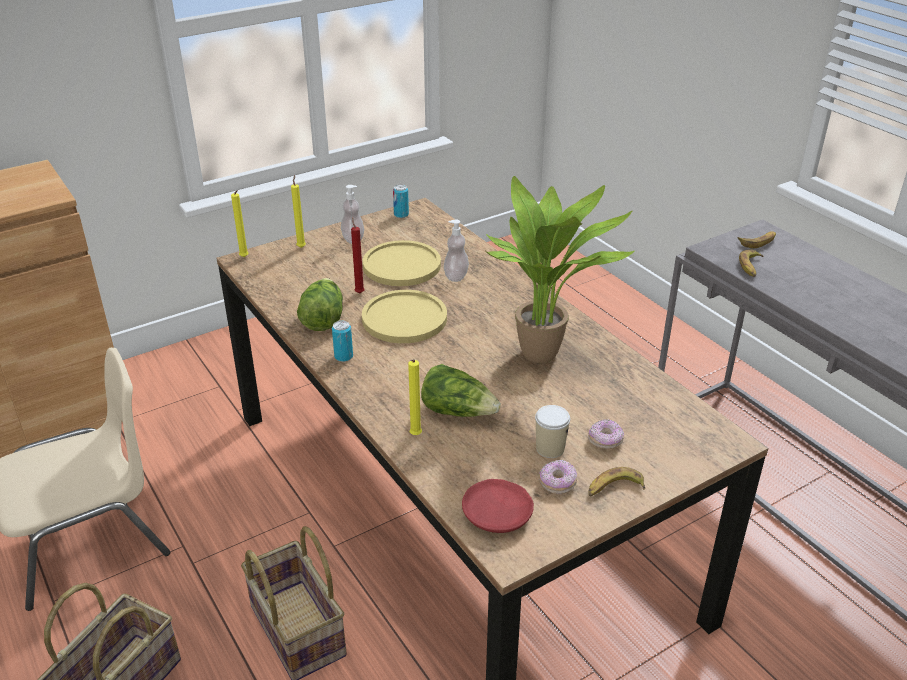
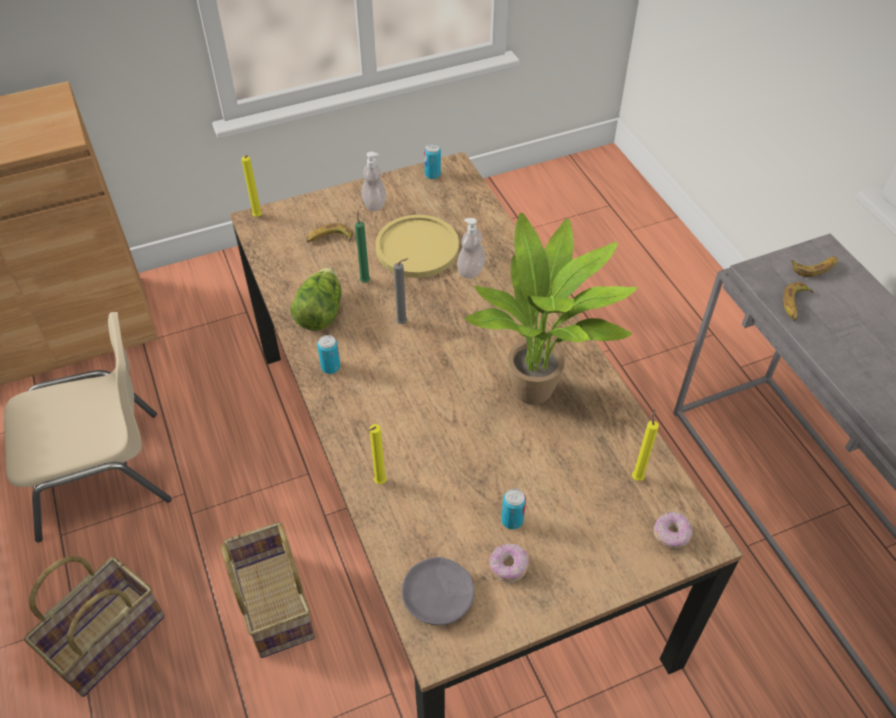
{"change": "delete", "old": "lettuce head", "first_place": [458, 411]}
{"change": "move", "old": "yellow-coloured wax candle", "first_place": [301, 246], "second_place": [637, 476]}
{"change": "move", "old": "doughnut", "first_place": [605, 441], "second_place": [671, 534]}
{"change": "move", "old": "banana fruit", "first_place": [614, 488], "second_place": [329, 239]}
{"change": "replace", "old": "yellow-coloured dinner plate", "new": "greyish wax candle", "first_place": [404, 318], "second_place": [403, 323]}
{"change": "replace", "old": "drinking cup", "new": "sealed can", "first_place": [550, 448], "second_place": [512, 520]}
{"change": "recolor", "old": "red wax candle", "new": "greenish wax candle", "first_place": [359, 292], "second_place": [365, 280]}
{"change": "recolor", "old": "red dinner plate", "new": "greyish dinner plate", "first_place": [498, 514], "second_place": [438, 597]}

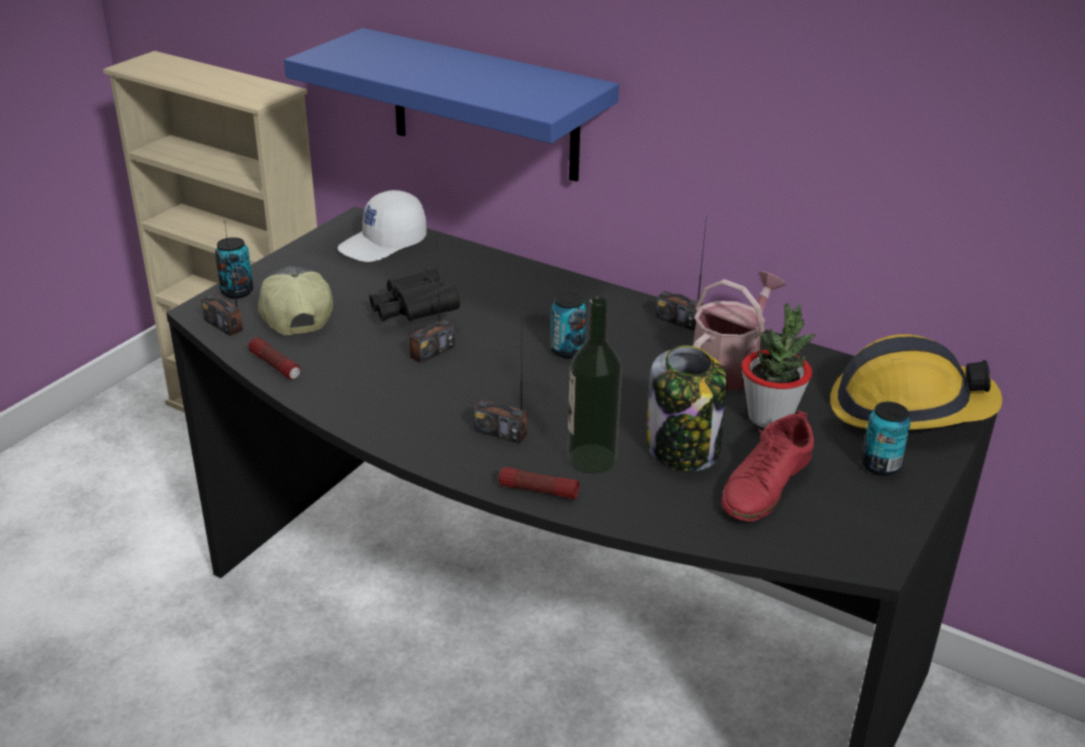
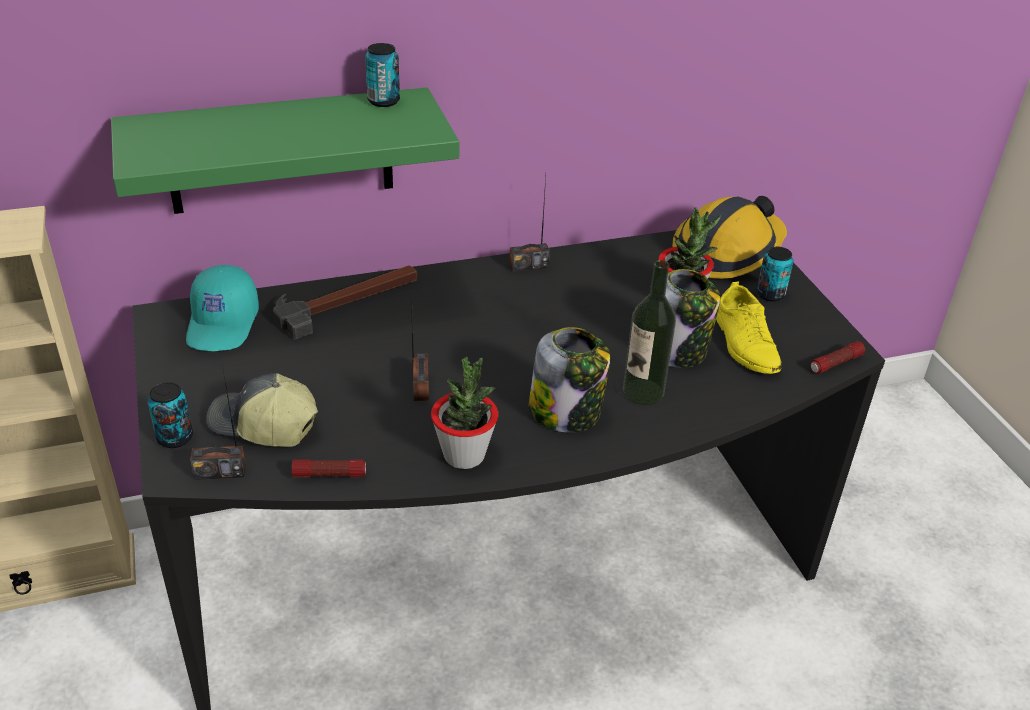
{"change": "delete", "old": "black-coloured binoculars", "first_place": [414, 313]}
{"change": "delete", "old": "watering can", "first_place": [729, 366]}
{"change": "insert", "new": "hand hammer", "second_place": [348, 301]}
{"change": "insert", "new": "plant in a pot", "second_place": [464, 455]}
{"change": "move", "old": "hand torch", "first_place": [538, 491], "second_place": [835, 364]}
{"change": "move", "old": "sealed can", "first_place": [567, 350], "second_place": [383, 101]}
{"change": "replace", "old": "radio receiver", "new": "preserve jar", "first_place": [500, 432], "second_place": [566, 412]}
{"change": "recolor", "old": "blue-coloured wall shelf", "new": "greenish wall shelf", "first_place": [484, 106], "second_place": [281, 151]}
{"change": "recolor", "old": "white cap", "new": "turquoise-coloured cap", "first_place": [383, 244], "second_place": [224, 324]}
{"change": "recolor", "old": "red shoe", "new": "yellow-coloured shoe", "first_place": [766, 484], "second_place": [745, 343]}

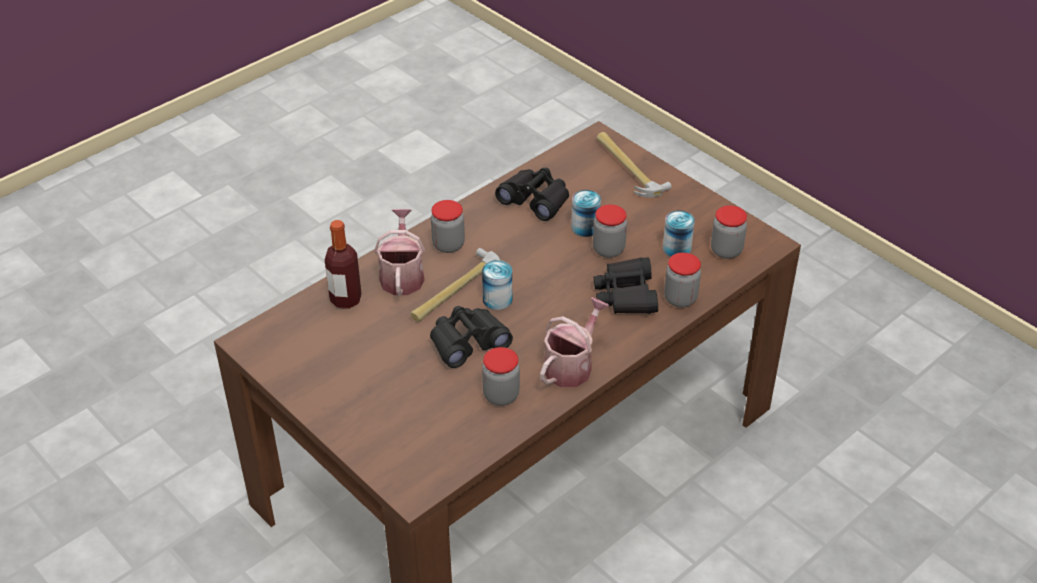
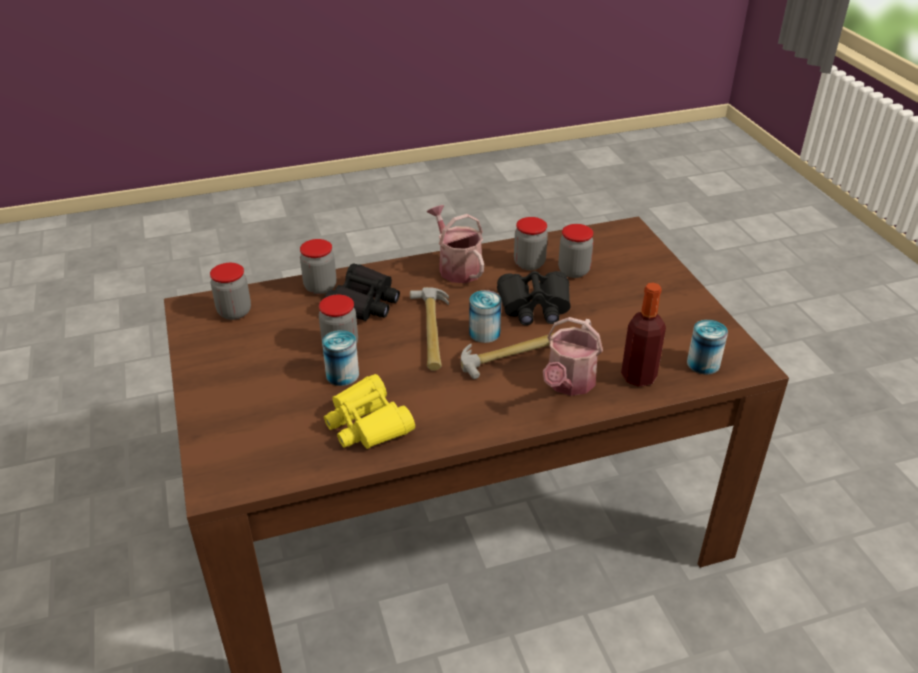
{"change": "move", "old": "preserve jar", "first_place": [448, 245], "second_place": [573, 271]}
{"change": "move", "old": "hand hammer", "first_place": [628, 167], "second_place": [431, 331]}
{"change": "move", "old": "sealed can", "first_place": [676, 248], "second_place": [703, 363]}
{"change": "recolor", "old": "black-coloured binoculars", "new": "yellow-coloured binoculars", "first_place": [535, 200], "second_place": [367, 423]}
{"change": "rotate", "old": "watering can", "first_place": [571, 365], "second_place": [457, 267], "degrees": 90}

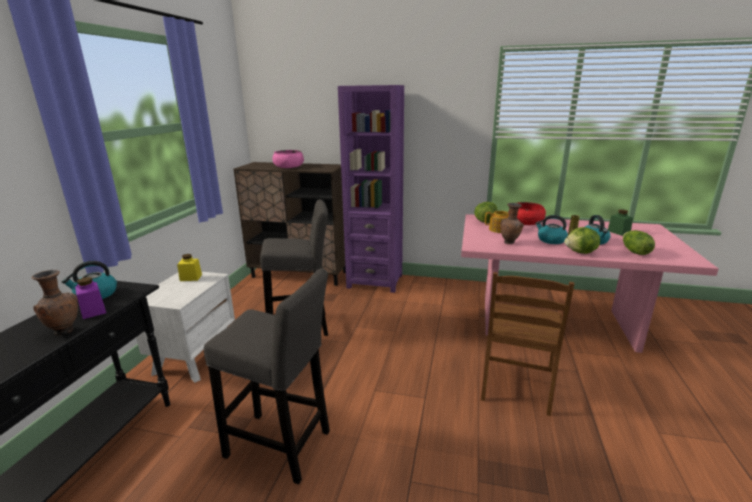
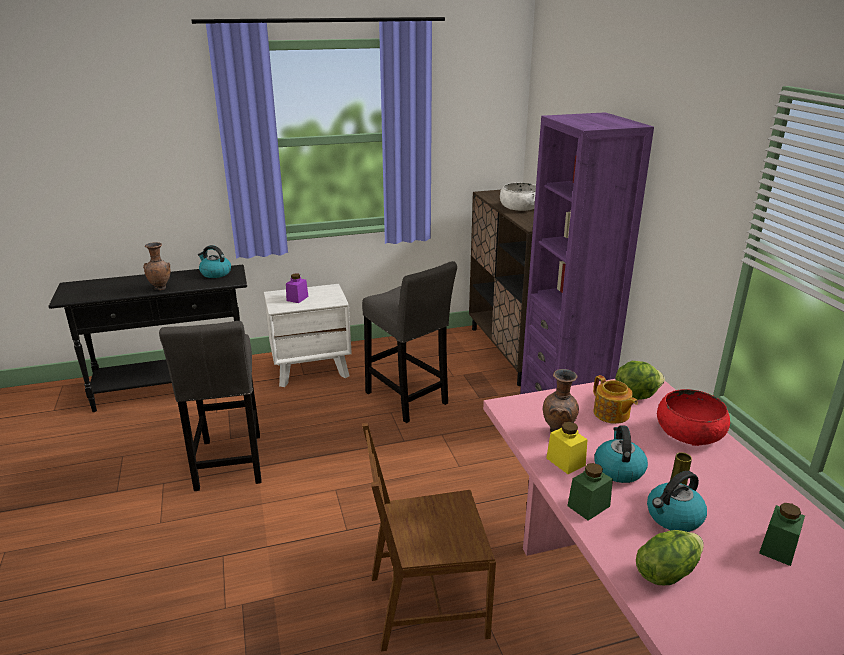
{"change": "move", "old": "purplish preserve jar", "first_place": [93, 311], "second_place": [297, 298]}
{"change": "move", "old": "yellow-coloured preserve jar", "first_place": [191, 278], "second_place": [565, 462]}
{"change": "replace", "old": "lettuce head", "new": "greenish preserve jar", "first_place": [581, 252], "second_place": [588, 506]}
{"change": "recolor", "old": "pink-coloured deep dish", "new": "white deep dish", "first_place": [288, 166], "second_place": [520, 207]}

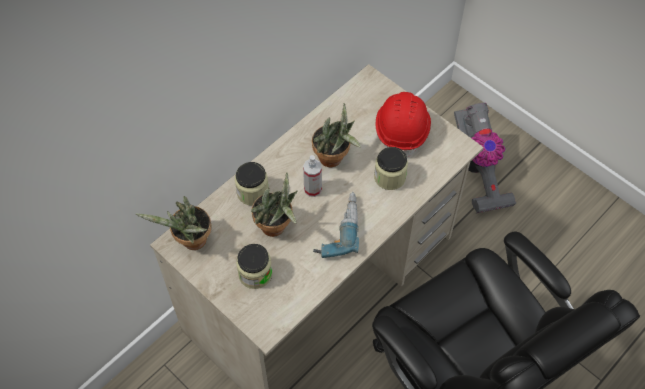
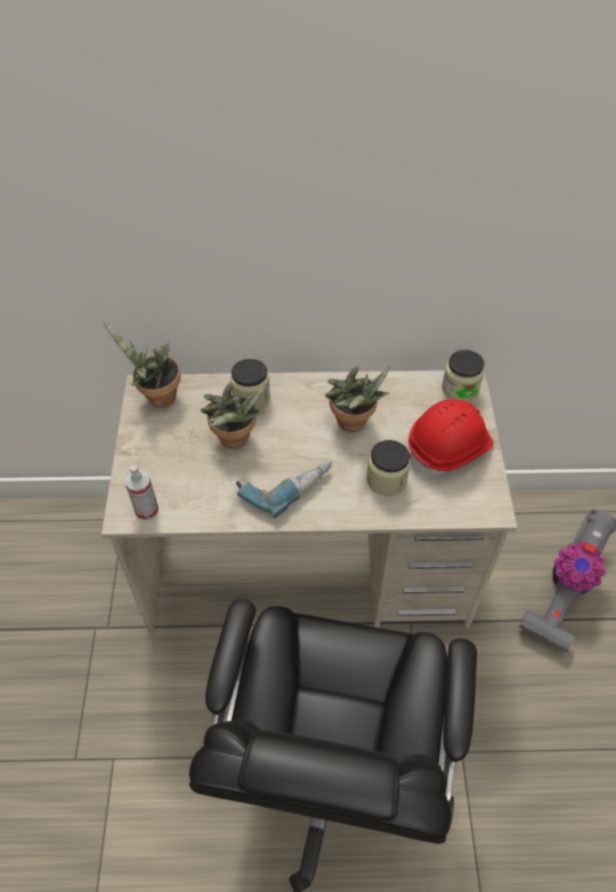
{"change": "move", "old": "preserve jar", "first_place": [255, 274], "second_place": [460, 389]}
{"change": "move", "old": "sprayer", "first_place": [312, 189], "second_place": [146, 510]}

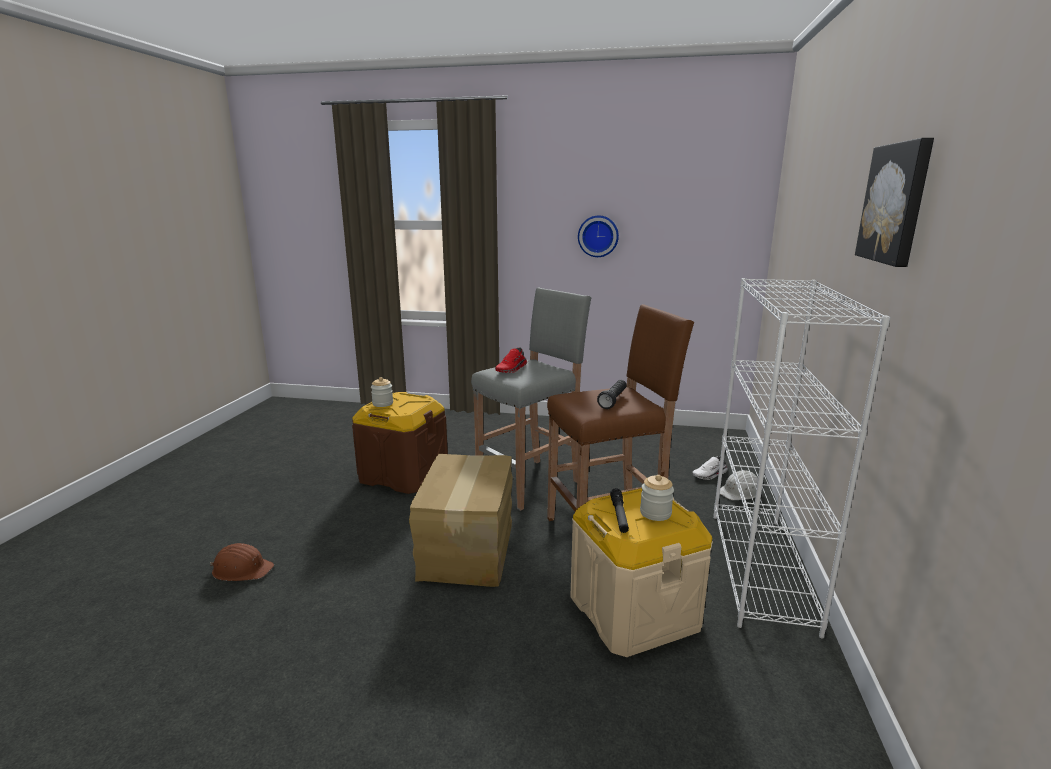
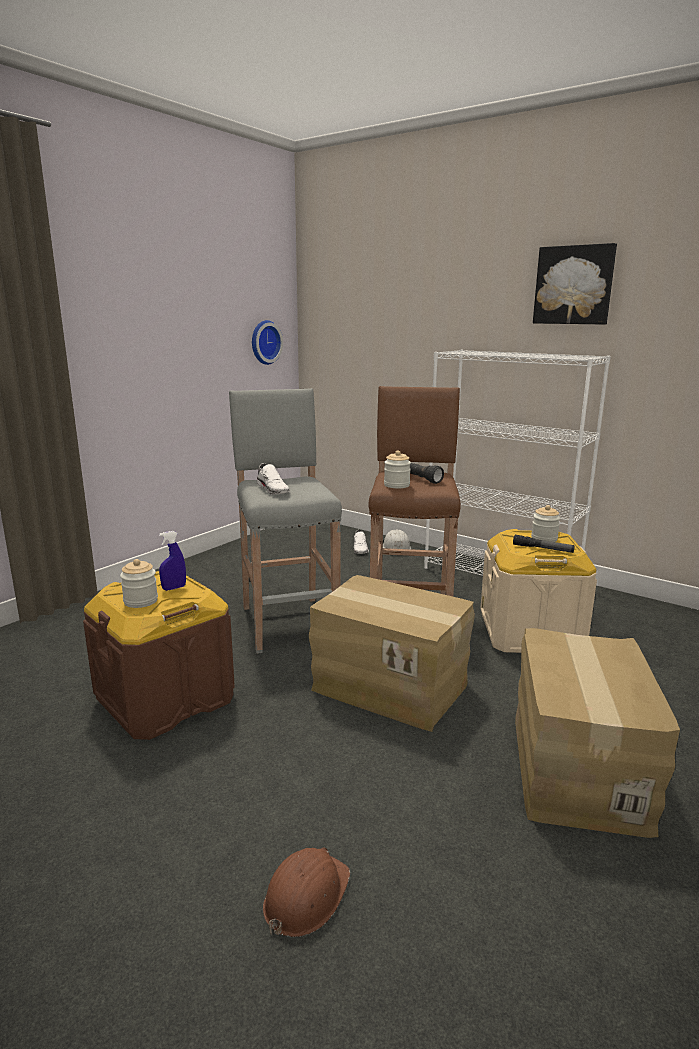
{"change": "insert", "new": "blue-coloured sprayer", "second_place": [174, 588]}
{"change": "insert", "new": "preserve jar", "second_place": [396, 485]}
{"change": "insert", "new": "cardboard box", "second_place": [575, 768]}
{"change": "move", "old": "clock on the wall", "first_place": [598, 236], "second_place": [264, 342]}
{"change": "recolor", "old": "red shoe", "new": "white shoe", "first_place": [512, 369], "second_place": [273, 490]}

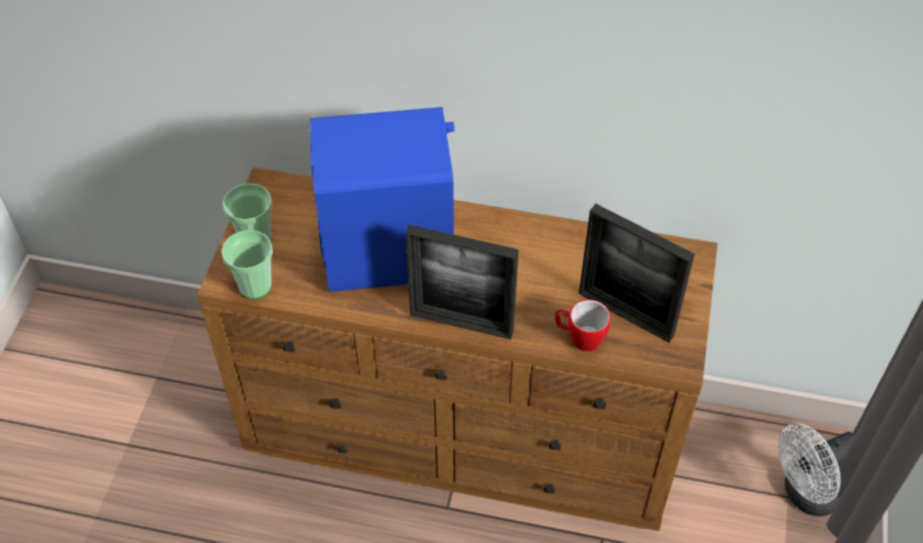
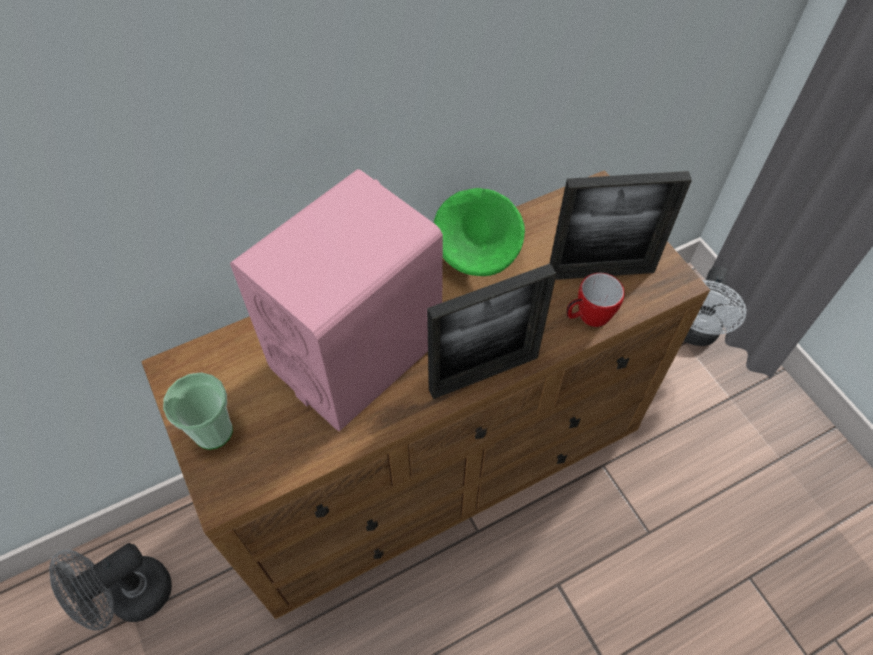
{"change": "delete", "old": "drinking cup", "first_place": [255, 286]}
{"change": "insert", "new": "greyish electric fan", "second_place": [130, 597]}
{"change": "insert", "new": "greenish deep dish", "second_place": [477, 257]}
{"change": "recolor", "old": "blue-coloured audio speaker", "new": "pink-coloured audio speaker", "first_place": [389, 252], "second_place": [357, 354]}

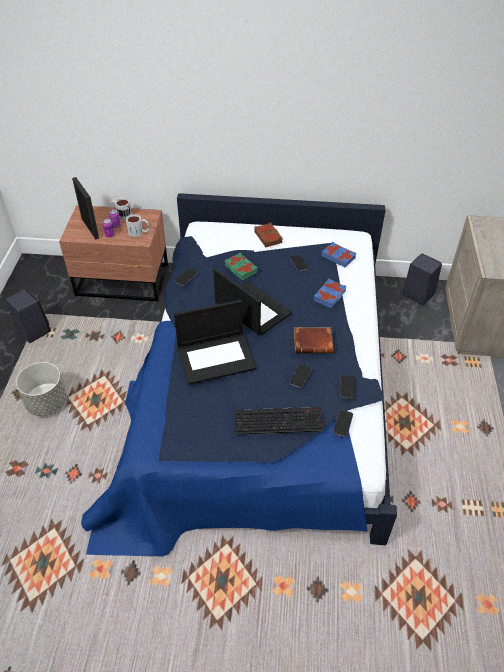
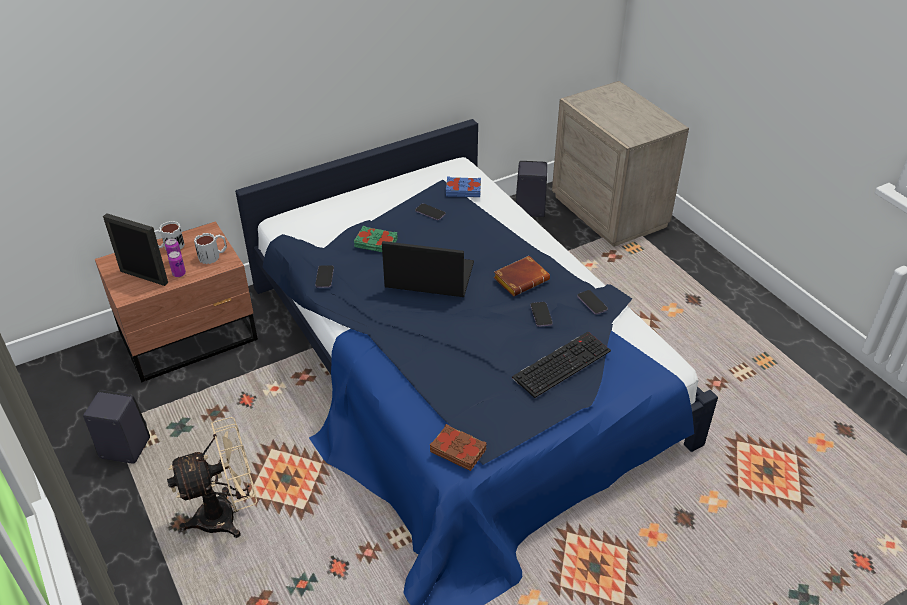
{"change": "delete", "old": "laptop", "first_place": [217, 357]}
{"change": "delete", "old": "blue-coloured book", "first_place": [330, 296]}
{"change": "delete", "old": "handset", "first_place": [342, 424]}
{"change": "move", "old": "brown book", "first_place": [268, 237], "second_place": [458, 450]}
{"change": "replace", "old": "greyish flower pot", "new": "beige-coloured electric fan", "first_place": [47, 403], "second_place": [227, 515]}

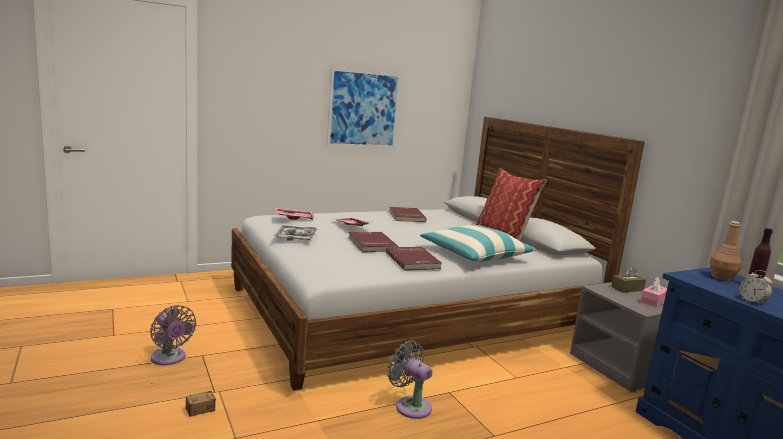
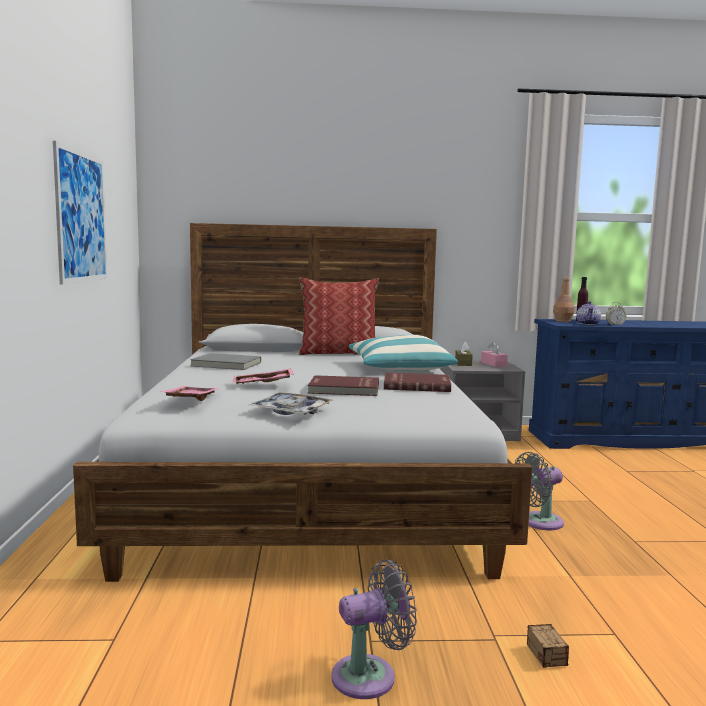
{"change": "insert", "new": "teapot", "second_place": [588, 324]}
{"change": "recolor", "old": "red book", "new": "greyish book", "first_place": [406, 216], "second_place": [226, 364]}

